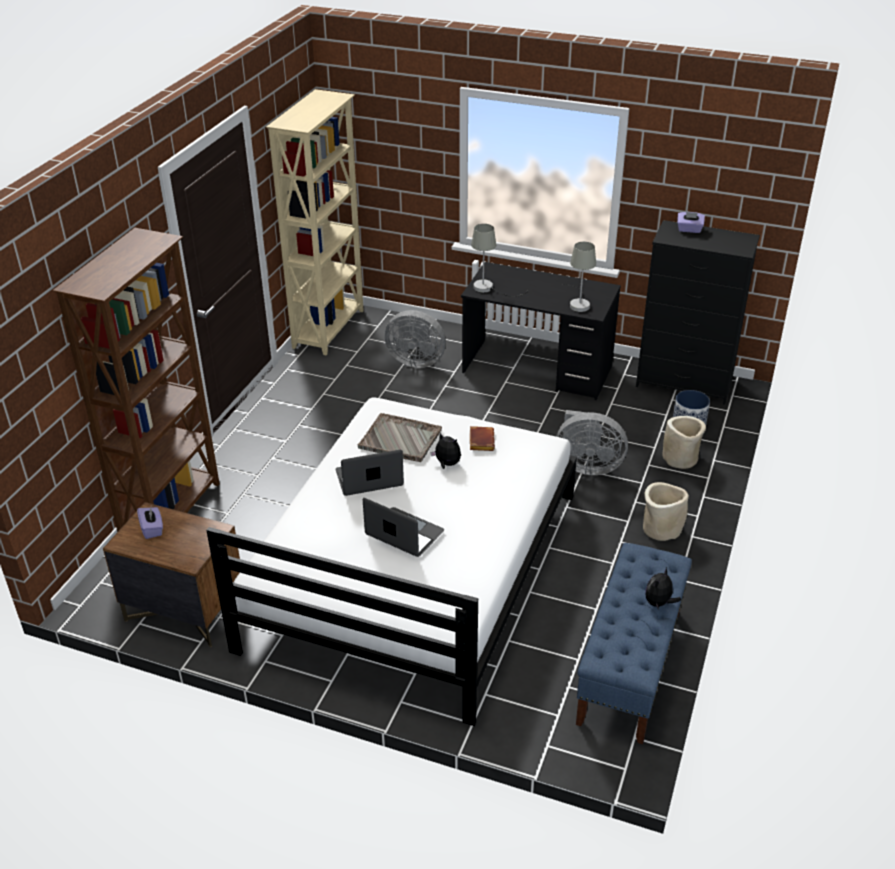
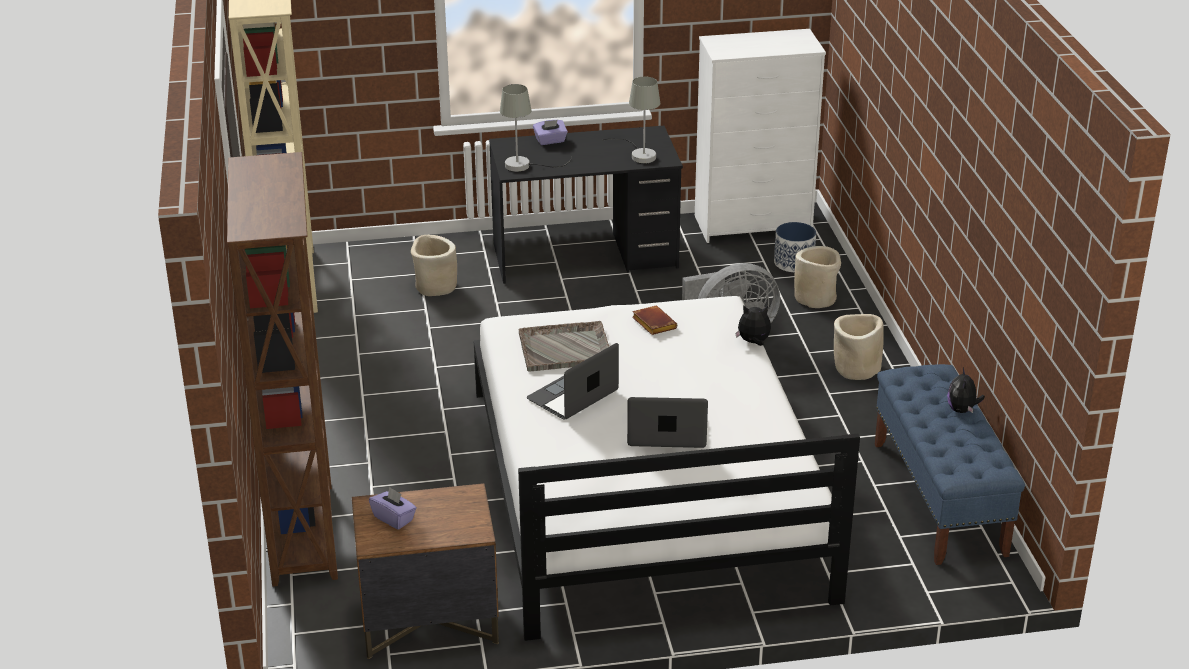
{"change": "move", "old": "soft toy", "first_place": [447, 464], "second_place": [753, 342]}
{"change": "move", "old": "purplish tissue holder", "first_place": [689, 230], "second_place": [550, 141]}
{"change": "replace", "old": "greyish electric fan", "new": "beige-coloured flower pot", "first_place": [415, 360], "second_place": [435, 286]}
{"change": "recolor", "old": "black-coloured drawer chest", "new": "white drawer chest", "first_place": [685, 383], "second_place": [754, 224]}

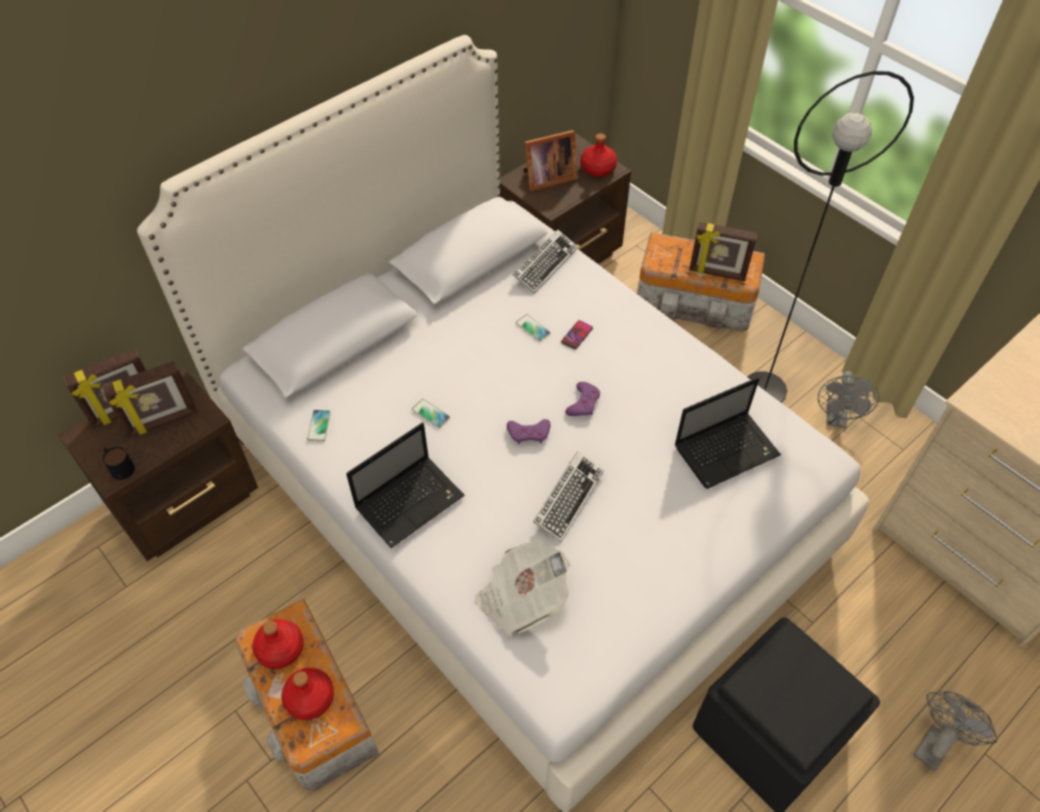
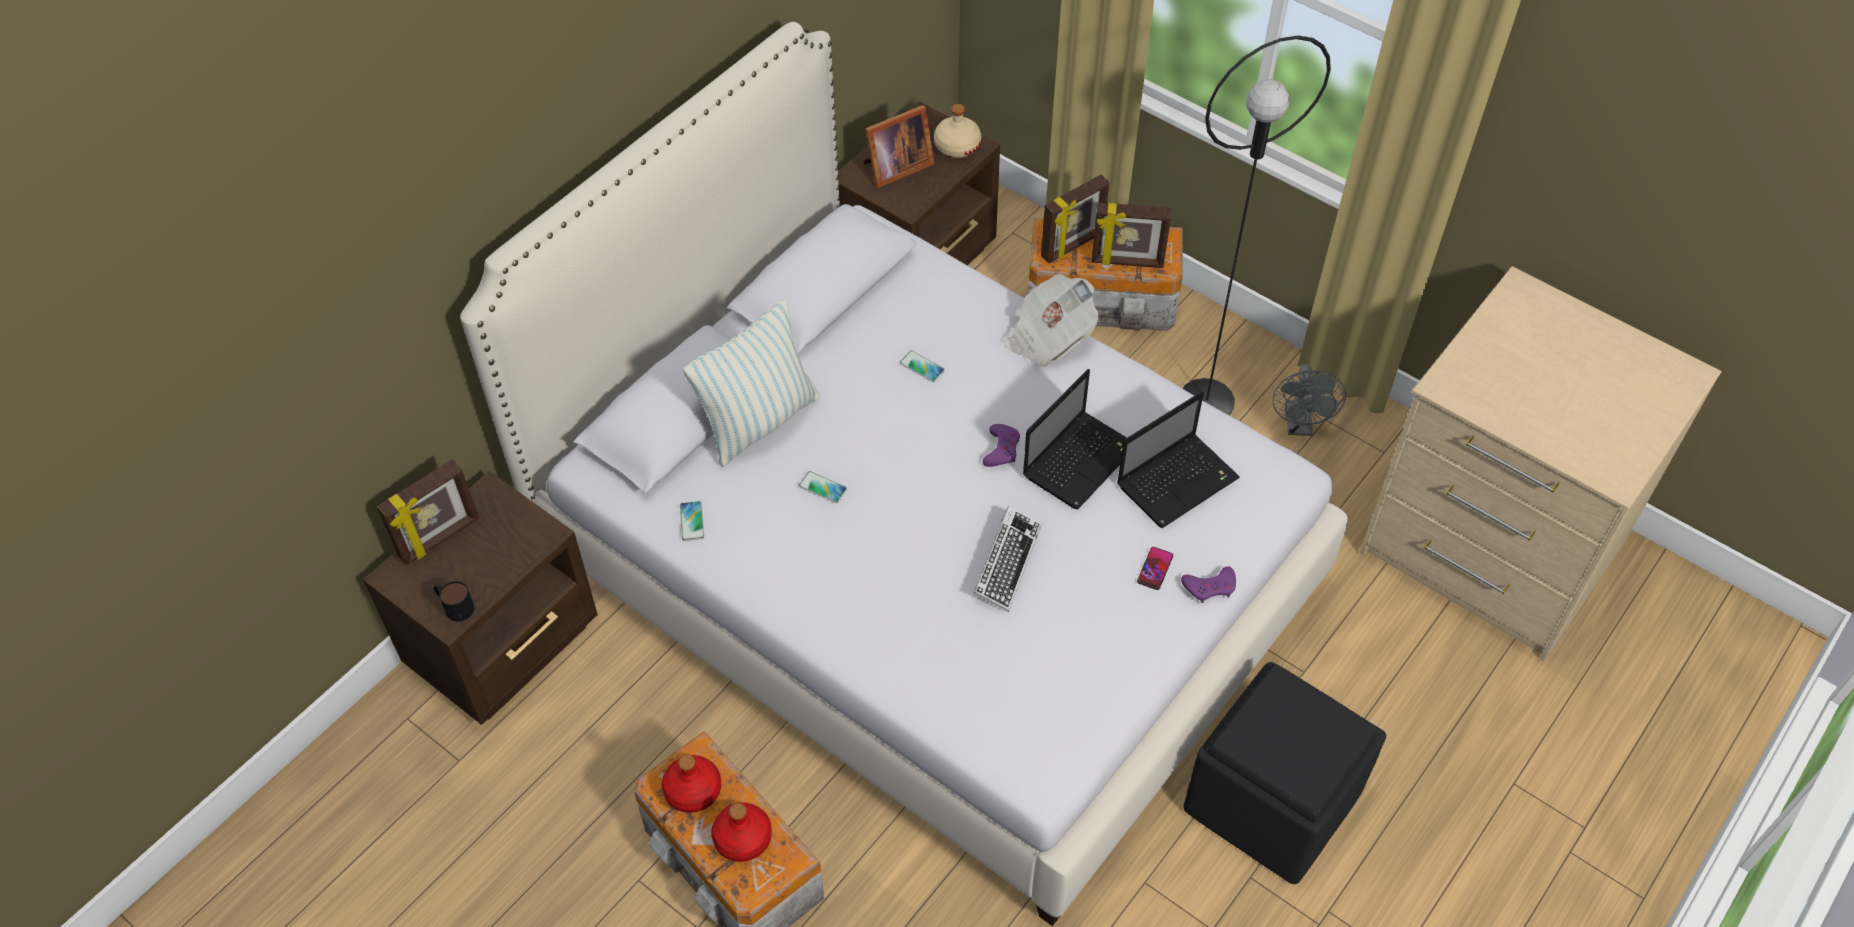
{"change": "delete", "old": "keyboard", "first_place": [545, 265]}
{"change": "delete", "old": "greyish electric fan", "first_place": [935, 742]}
{"change": "insert", "new": "pillow", "second_place": [759, 421]}
{"change": "move", "old": "standing frame", "first_place": [162, 422], "second_place": [1073, 246]}
{"change": "move", "old": "laptop", "first_place": [411, 501], "second_place": [1080, 459]}
{"change": "move", "old": "newspaper", "first_place": [521, 598], "second_place": [1048, 336]}
{"change": "move", "old": "purplish game controller", "first_place": [529, 433], "second_place": [1210, 587]}
{"change": "move", "old": "handset", "first_place": [577, 335], "second_place": [1155, 569]}
{"change": "recolor", "old": "red beverage bottle", "new": "beige-coloured beverage bottle", "first_place": [597, 168], "second_place": [956, 146]}

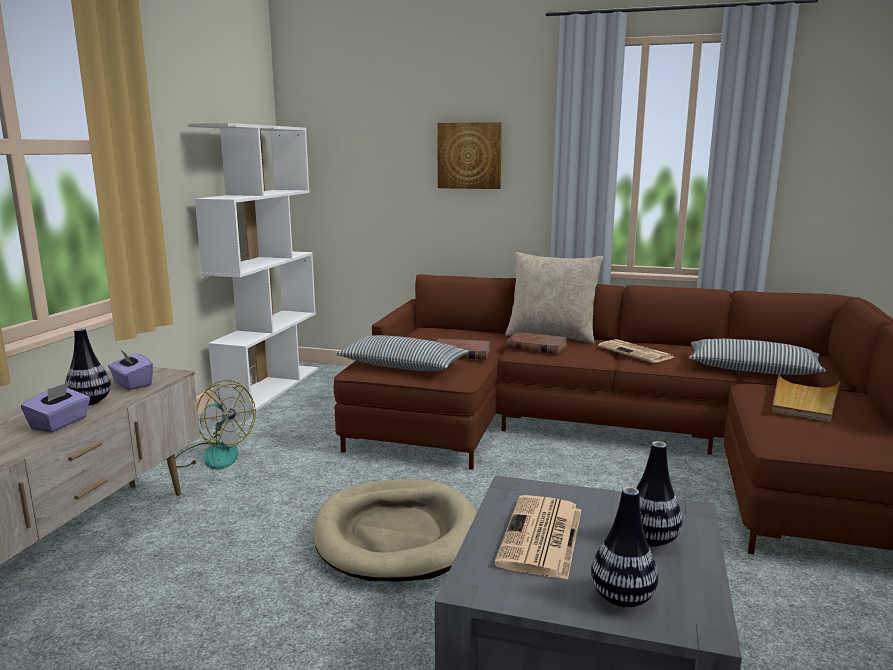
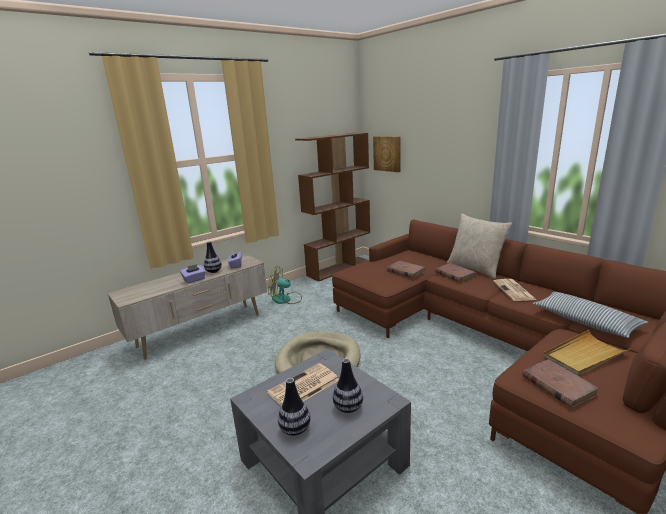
{"change": "delete", "old": "pillow", "first_place": [402, 366]}
{"change": "insert", "new": "brown book", "second_place": [558, 385]}
{"change": "move", "old": "picture", "first_place": [469, 155], "second_place": [387, 153]}
{"change": "recolor", "old": "white bookshelf", "new": "brown bookshelf", "first_place": [270, 387], "second_place": [339, 268]}
{"change": "rotate", "old": "electric fan", "first_place": [213, 455], "second_place": [285, 299], "degrees": 120}

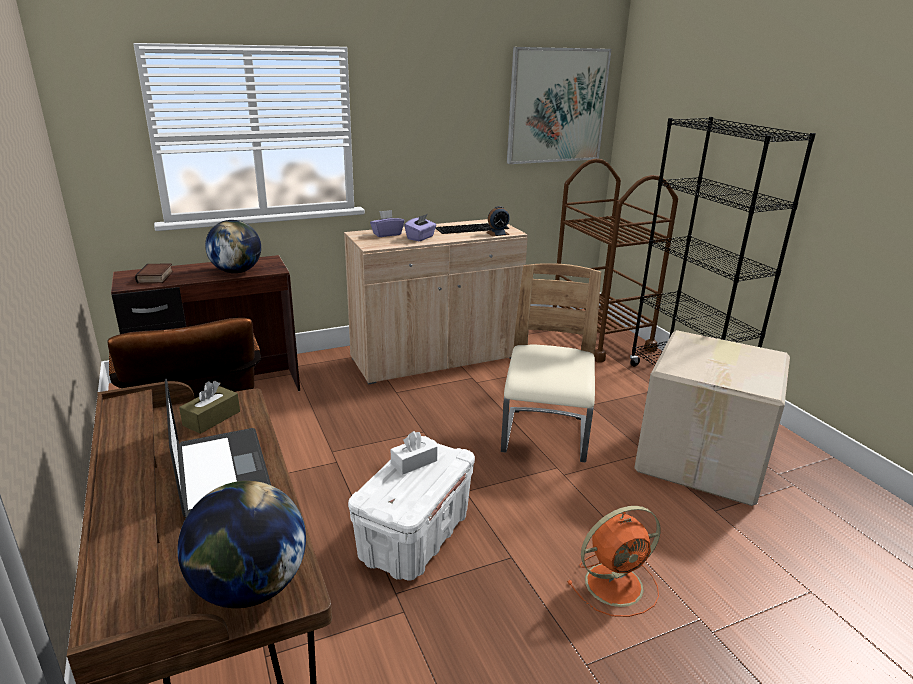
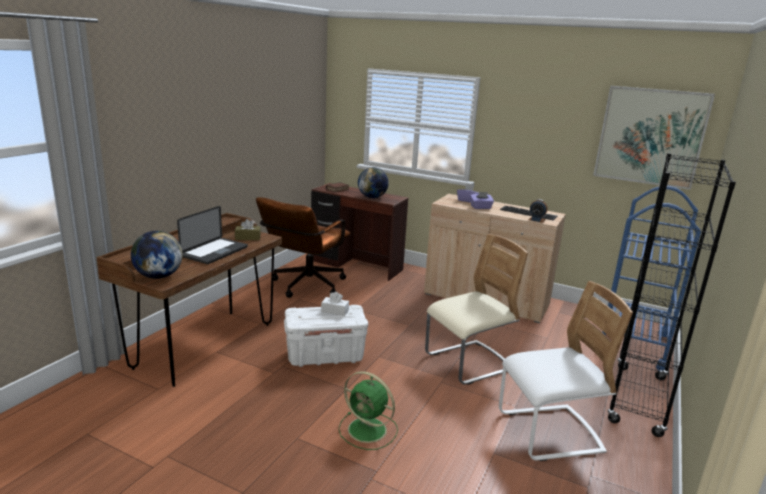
{"change": "replace", "old": "cardboard box", "new": "white chair", "first_place": [703, 459], "second_place": [549, 433]}
{"change": "recolor", "old": "brown cart", "new": "blue-coloured cart", "first_place": [600, 338], "second_place": [633, 343]}
{"change": "recolor", "old": "orange electric fan", "new": "greenish electric fan", "first_place": [616, 583], "second_place": [368, 430]}

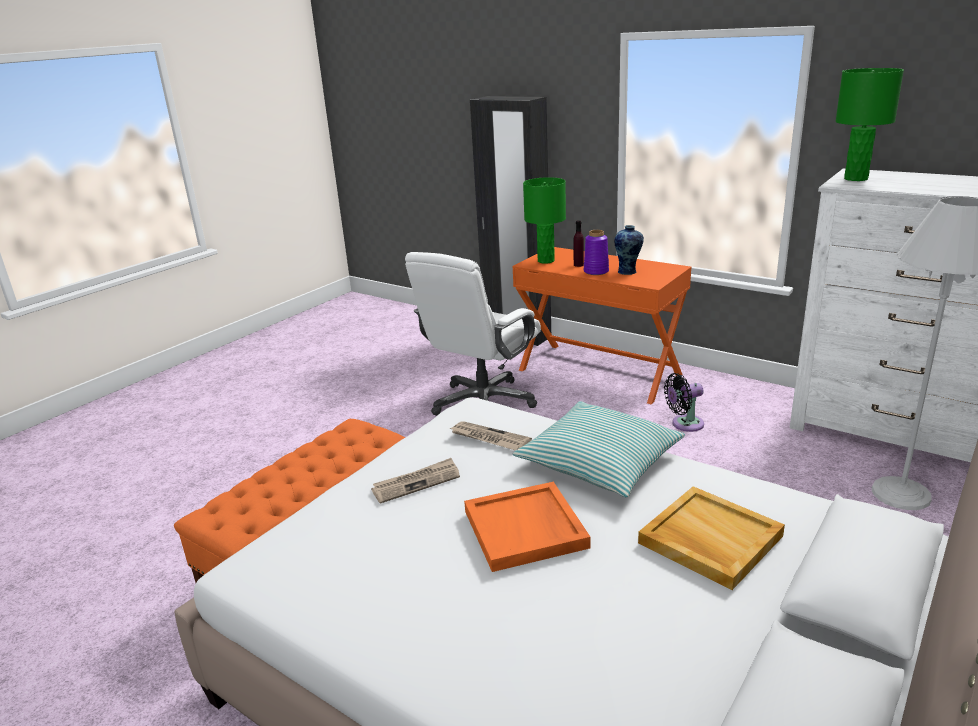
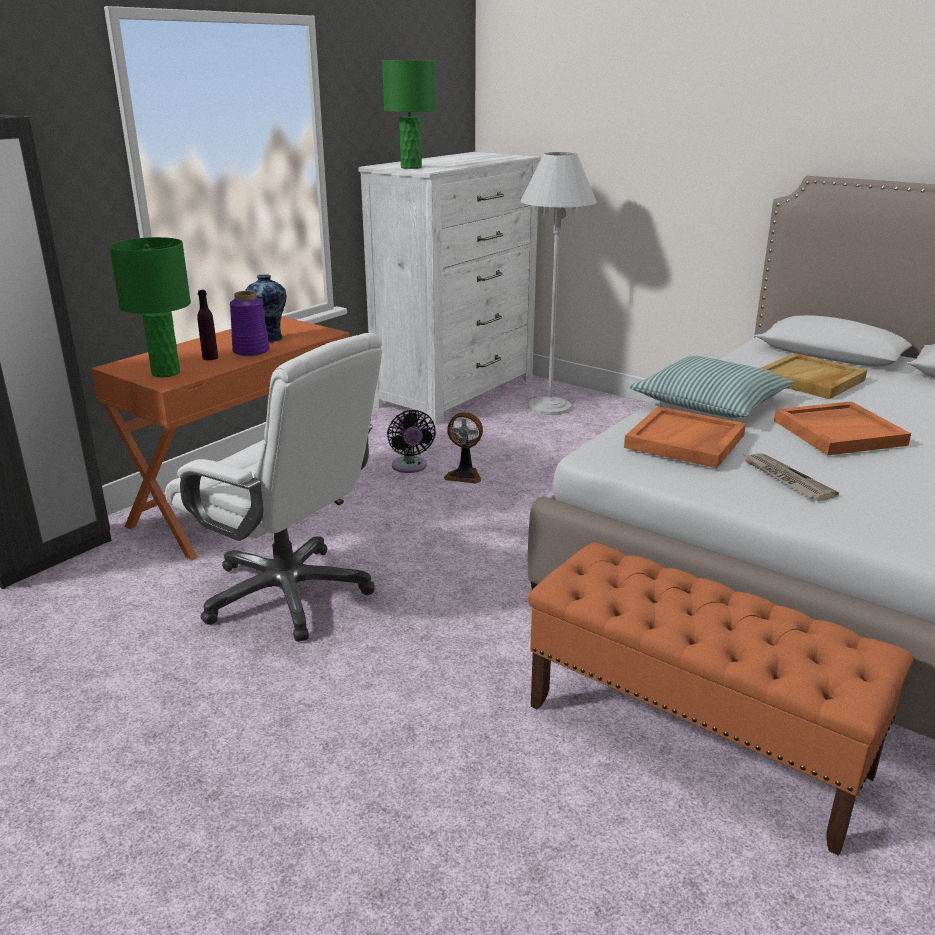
{"change": "insert", "new": "electric fan", "second_place": [464, 475]}
{"change": "replace", "old": "newspaper", "new": "orange tray", "first_place": [489, 438], "second_place": [685, 441]}

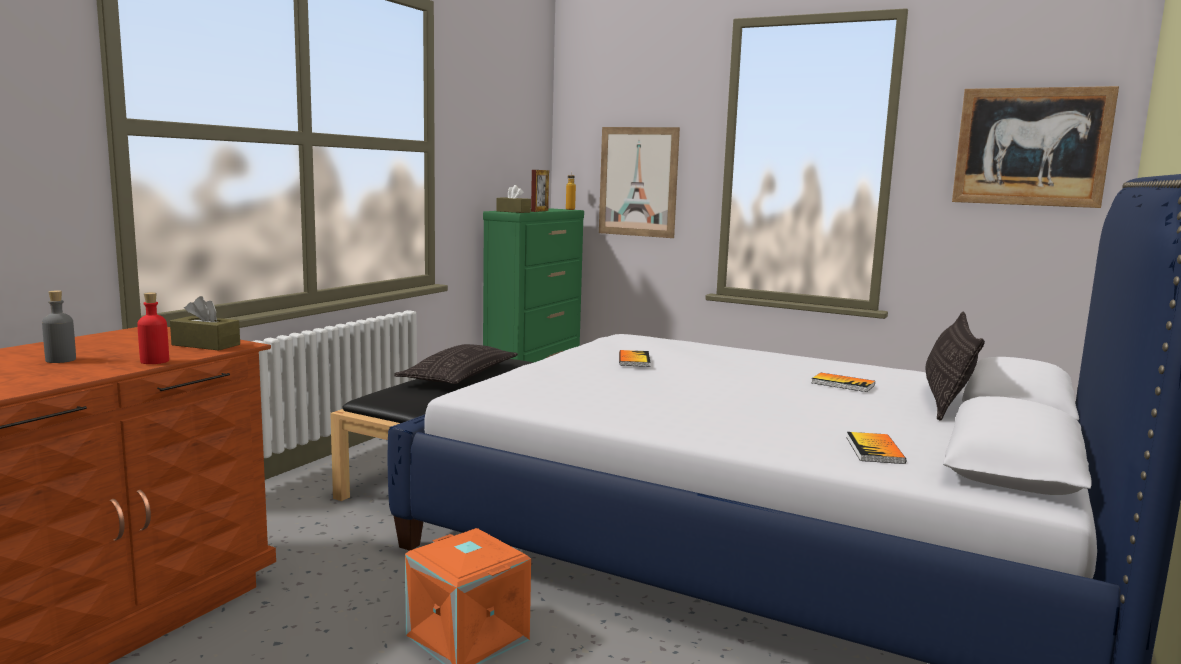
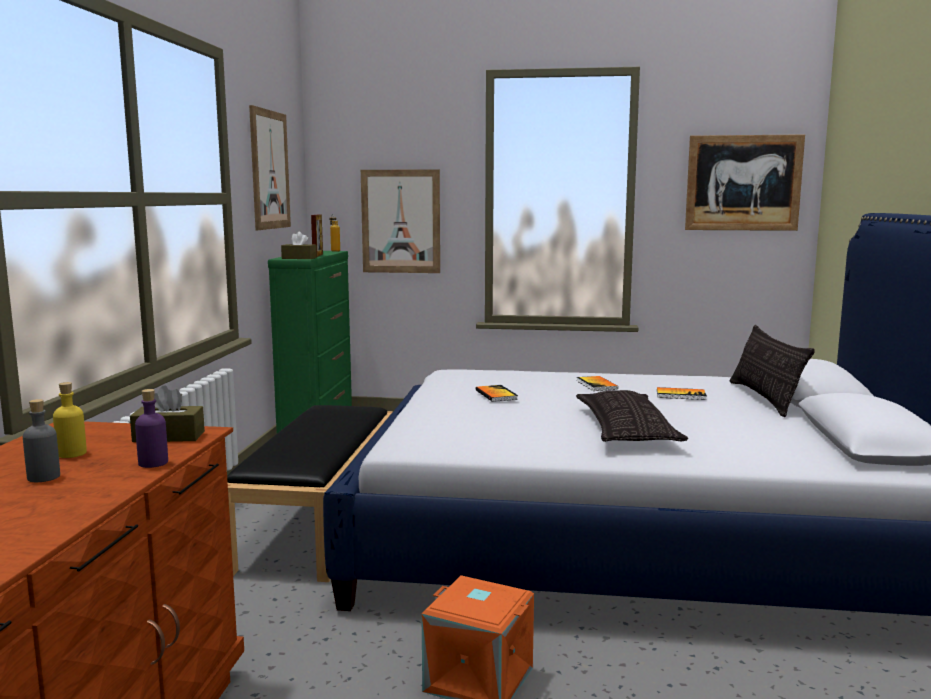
{"change": "insert", "new": "yellow-coloured beverage bottle", "second_place": [72, 453]}
{"change": "insert", "new": "picture", "second_place": [270, 170]}
{"change": "move", "old": "pillow", "first_place": [459, 375], "second_place": [626, 429]}
{"change": "move", "old": "book", "first_place": [874, 450], "second_place": [596, 385]}
{"change": "recolor", "old": "red beverage bottle", "new": "purplish beverage bottle", "first_place": [154, 361], "second_place": [153, 463]}

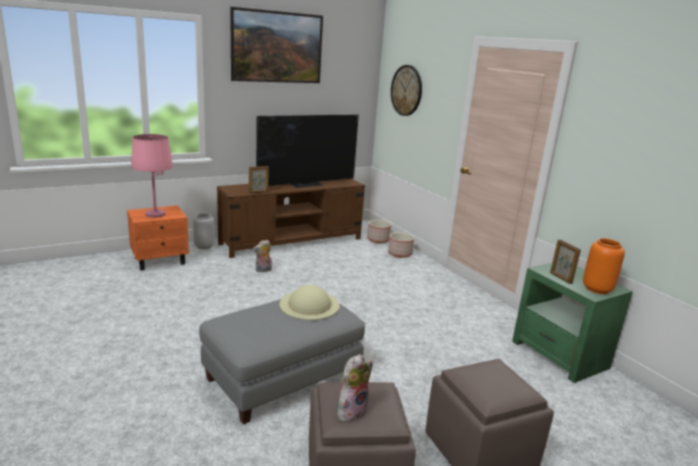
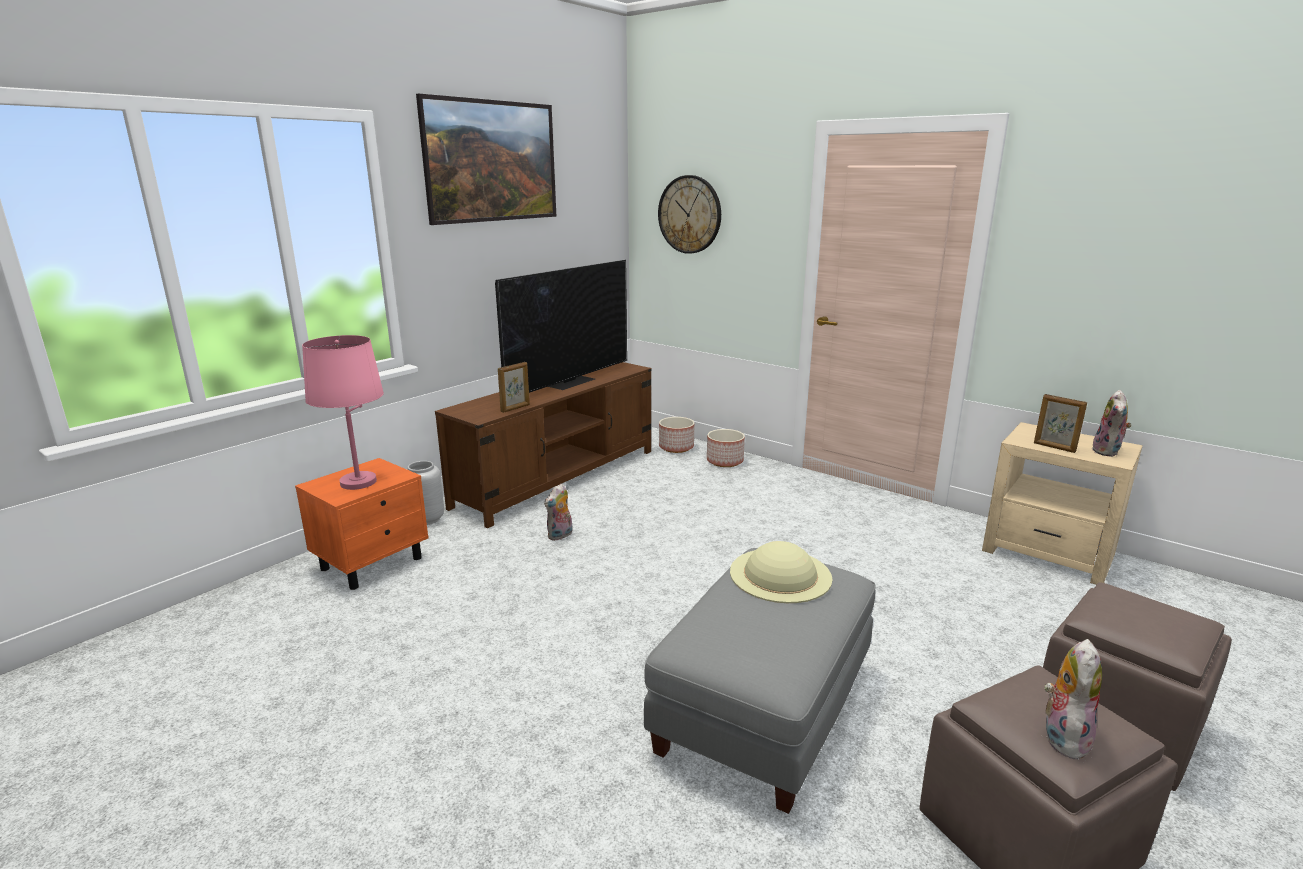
{"change": "replace", "old": "orange decorative vase", "new": "soft toy", "first_place": [596, 289], "second_place": [1108, 452]}
{"change": "recolor", "old": "greenish side table", "new": "beige-coloured side table", "first_place": [559, 355], "second_place": [1048, 553]}

